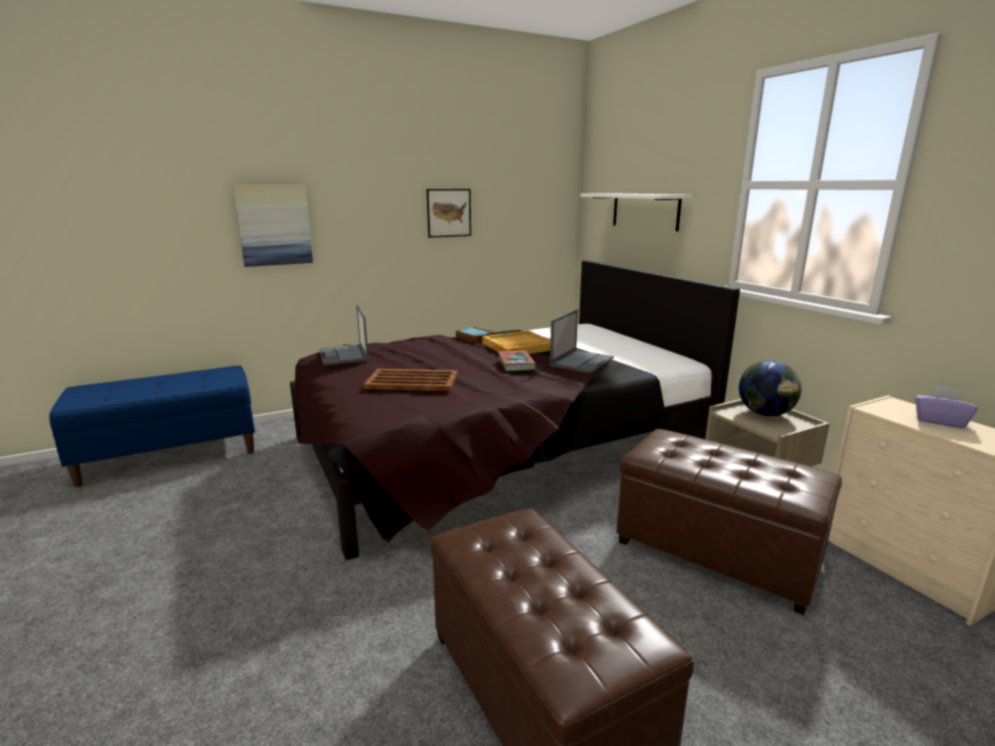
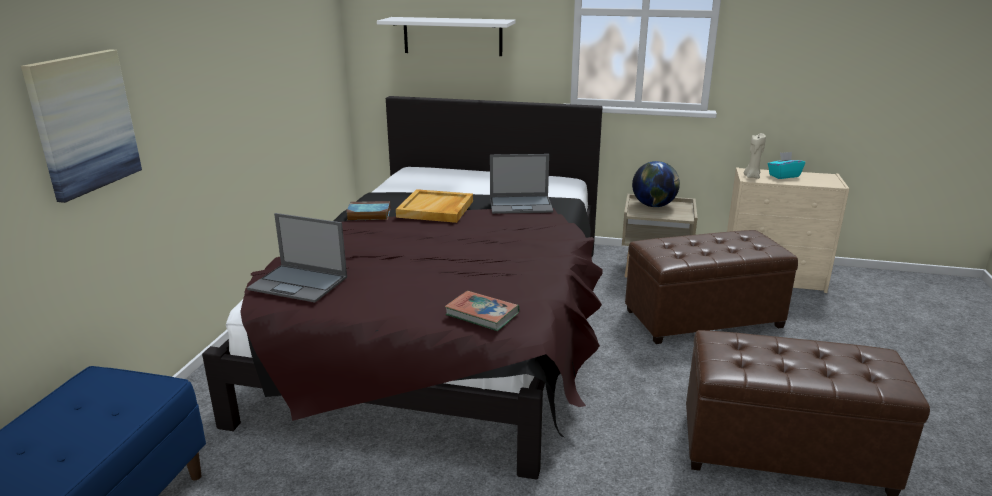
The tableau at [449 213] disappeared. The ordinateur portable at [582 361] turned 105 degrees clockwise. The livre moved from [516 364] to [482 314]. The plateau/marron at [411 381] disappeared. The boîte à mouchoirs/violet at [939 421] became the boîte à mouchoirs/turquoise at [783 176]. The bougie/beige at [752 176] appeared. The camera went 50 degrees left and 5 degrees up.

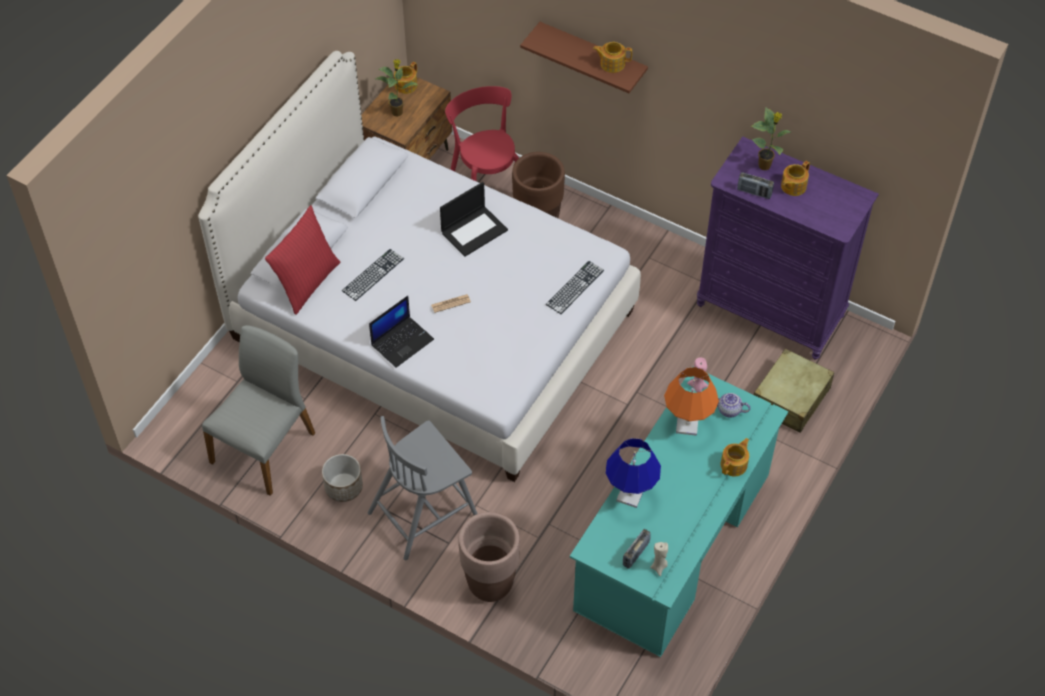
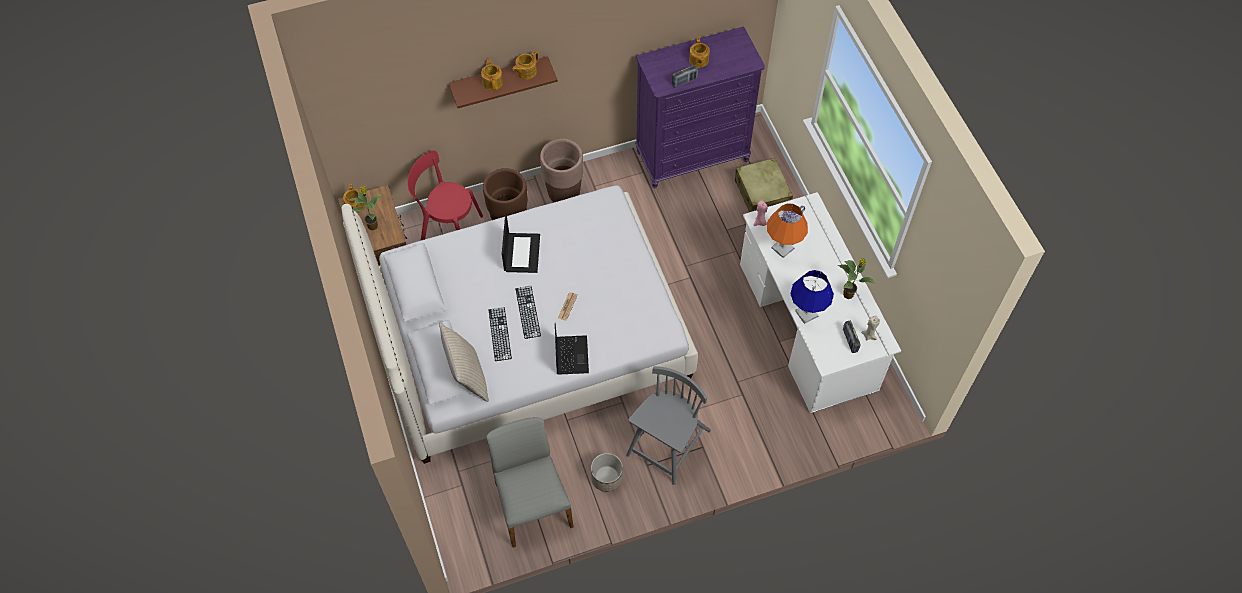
The plante en pot moved from [765 166] to [849 294]. The coussin/rouge at [307 282] became the coussin/beige at [467 377]. The clavier moved from [575 287] to [528 312]. The bureau/turquoise at [673 542] became the bureau/blanc at [807 326]. The chaise/gris at [424 512] turned 150 degrees counterclockwise. The théière moved from [734 464] to [492 82]. The cache-pot/marron moved from [490 584] to [564 195]. The camera went 50 degrees left and 5 degrees up.

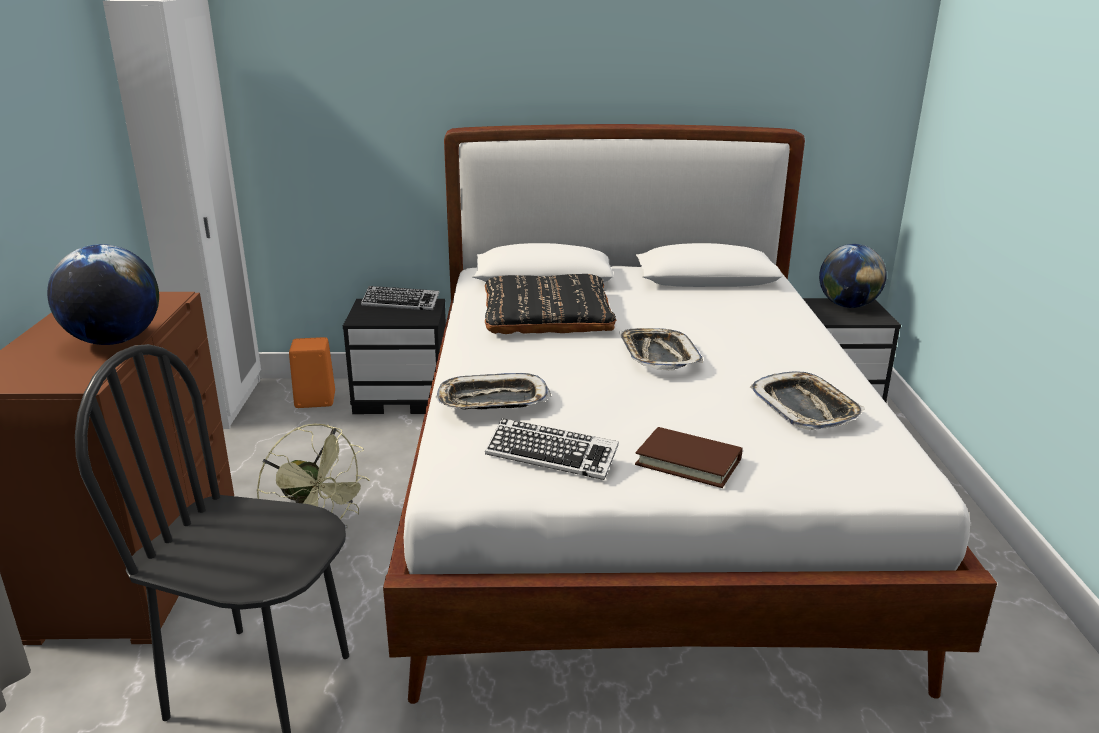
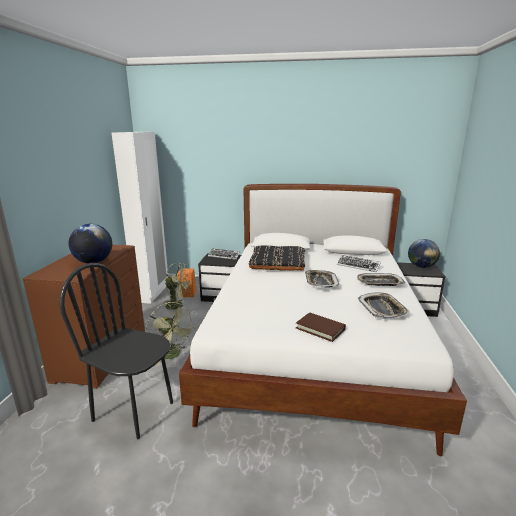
The plateau moved from [492 401] to [379 283]. The clavier moved from [551 456] to [358 266]. The ventilateur/vert at [178 306] appeared. The camera went 10 degrees right and 5 degrees down.

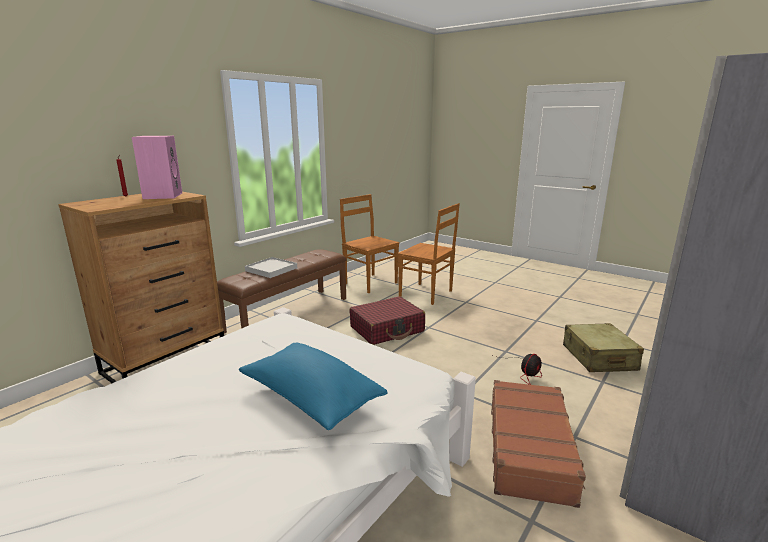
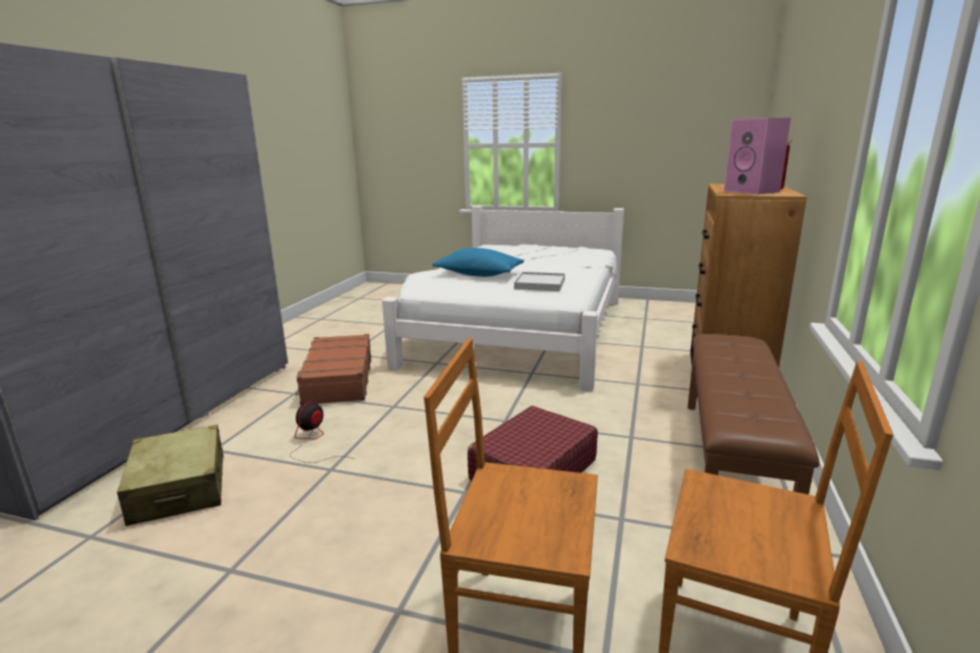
The plateau/blanc moved from [271 269] to [540 284]. The camera went 160 degrees right and 0 degrees up.

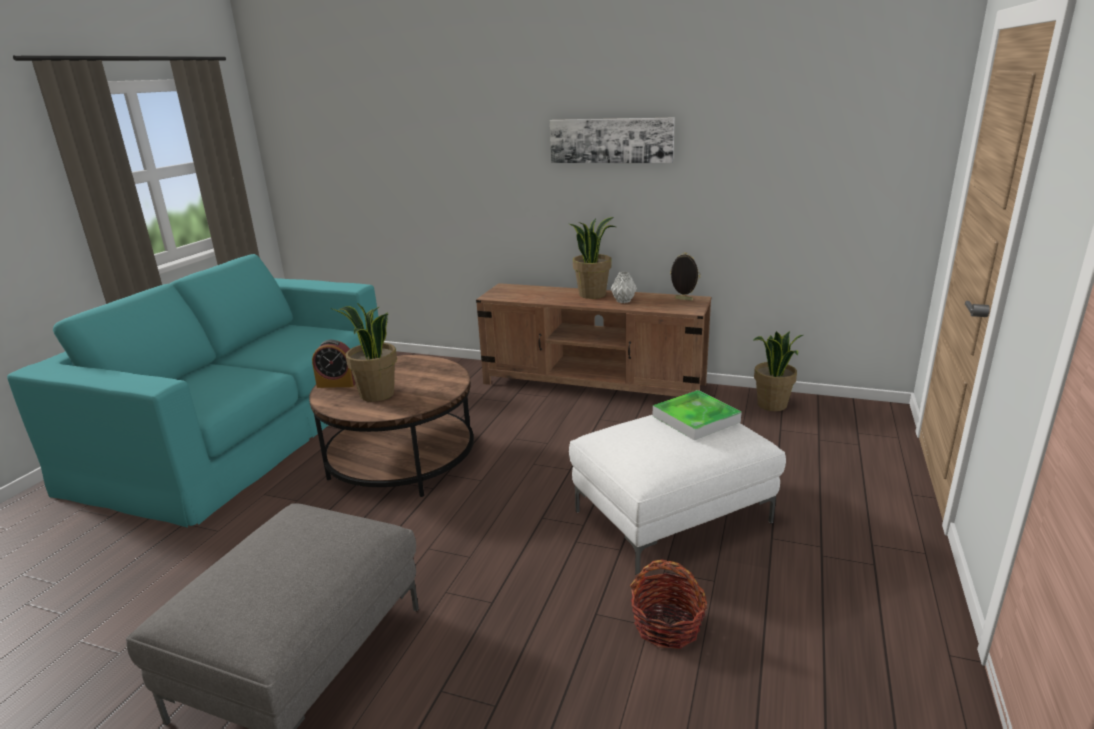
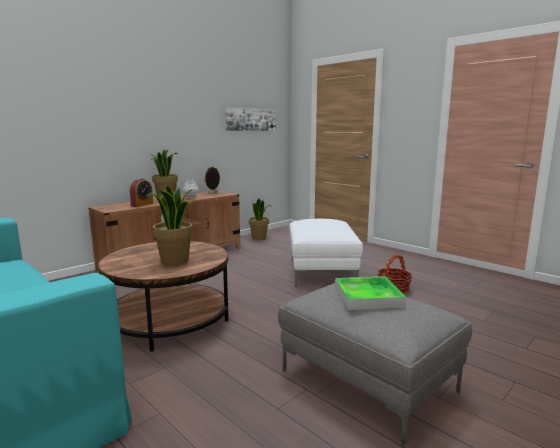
The tableau moved from [611 140] to [250 119]. The réveil moved from [337 383] to [142 205]. The plateau moved from [695 419] to [368 297]. The camera went 65 degrees left and 10 degrees down.

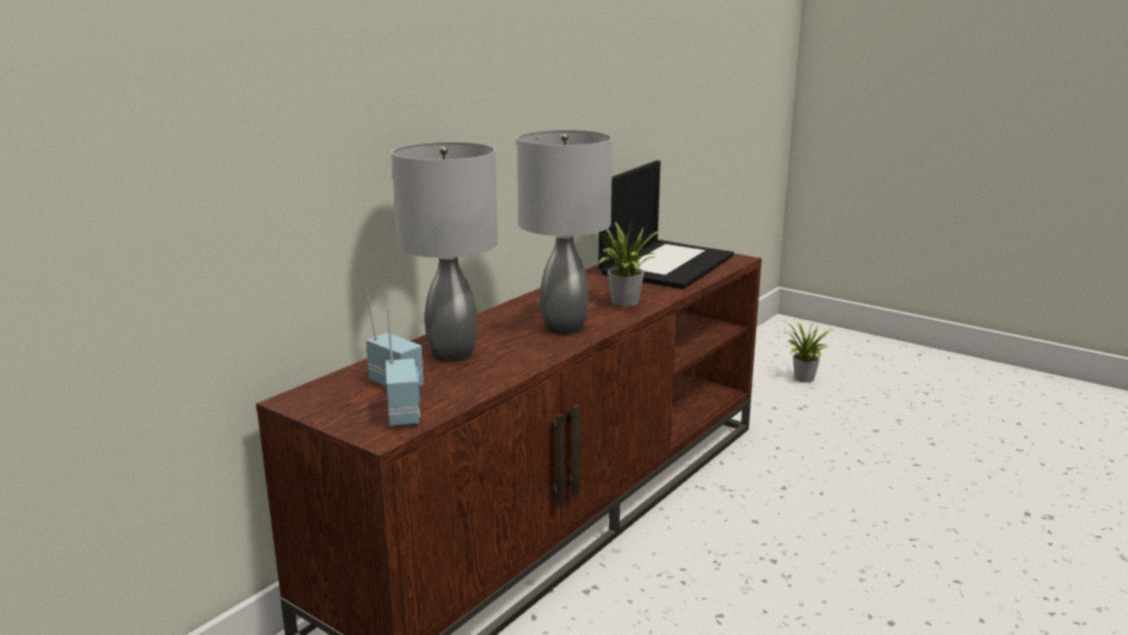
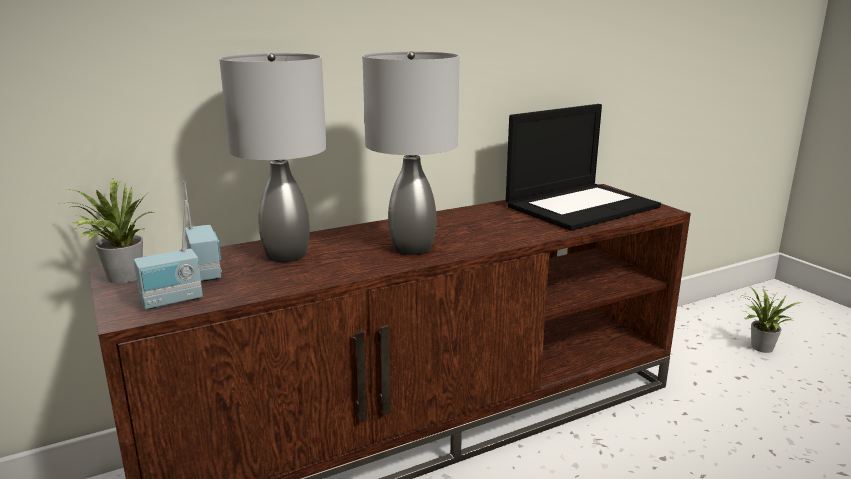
The plante en pot moved from [622 303] to [120 278]. The radio at [406 414] turned 45 degrees clockwise. The camera went 25 degrees right and 0 degrees up.

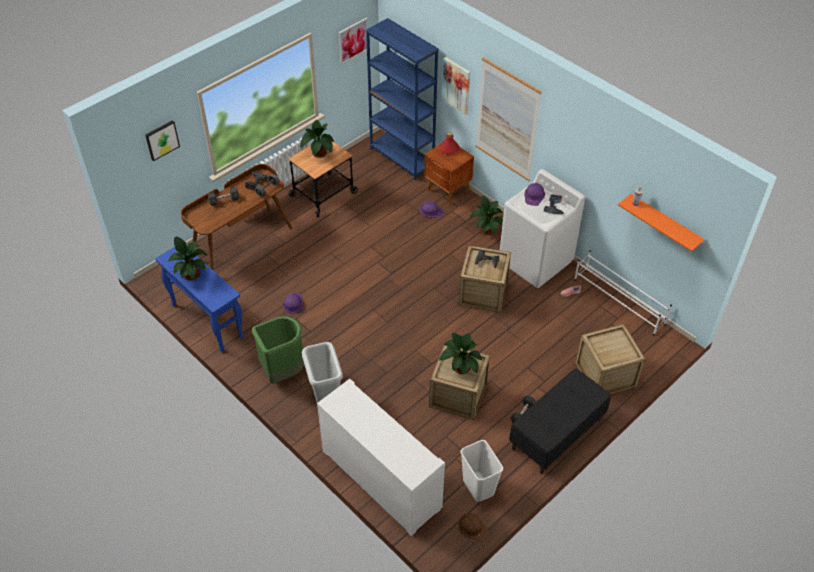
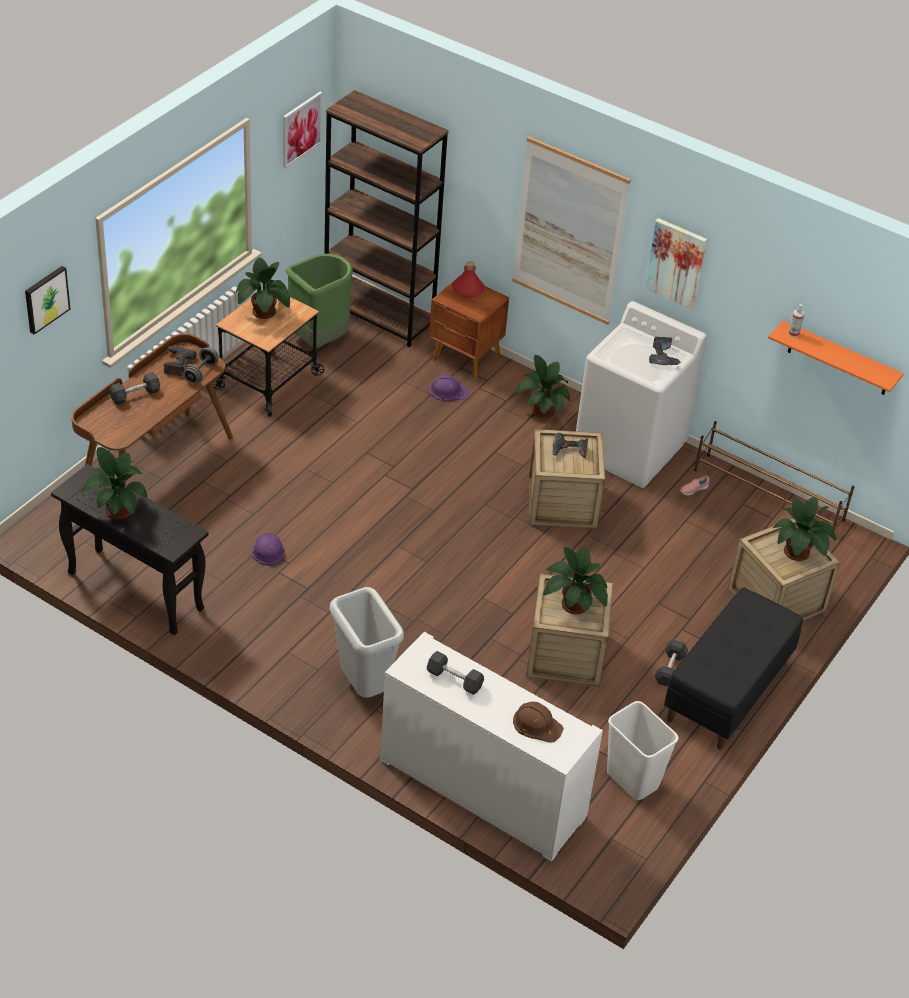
The bibliothèque/bleu at [402 158] became the bibliothèque/marron at [379 315]. The tableau moved from [456 85] to [676 263]. The casque de chantier/violet at [534 196] disappeared. The table console/bleu at [207 320] became the table console/noir at [134 591]. The étagère à chaussures/blanc at [619 302] became the étagère à chaussures/marron at [769 495]. The poubelle/vert moved from [282 372] to [319 340]. The casque de chantier/marron moved from [472 527] to [537 724]. The plante en pot at [798 553] appeared. The haltère/gris at [454 679] appeared. The camera went 15 degrees left and 5 degrees down.

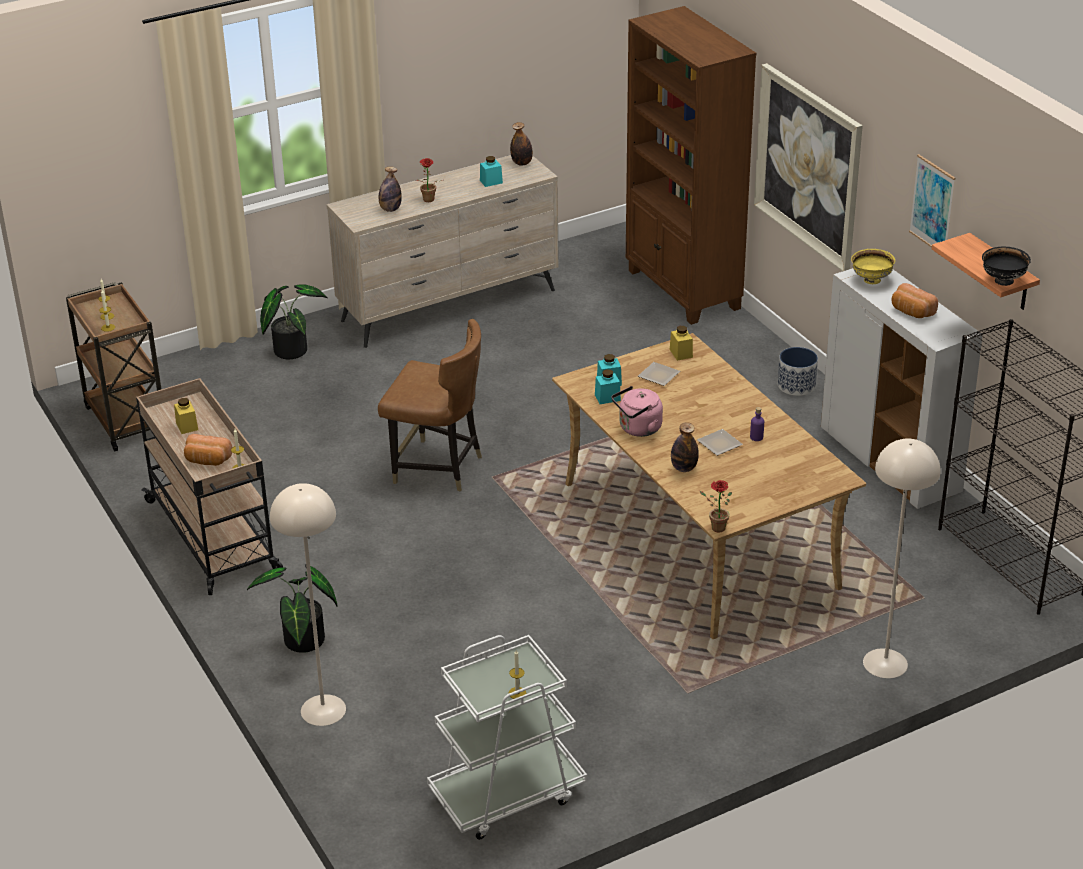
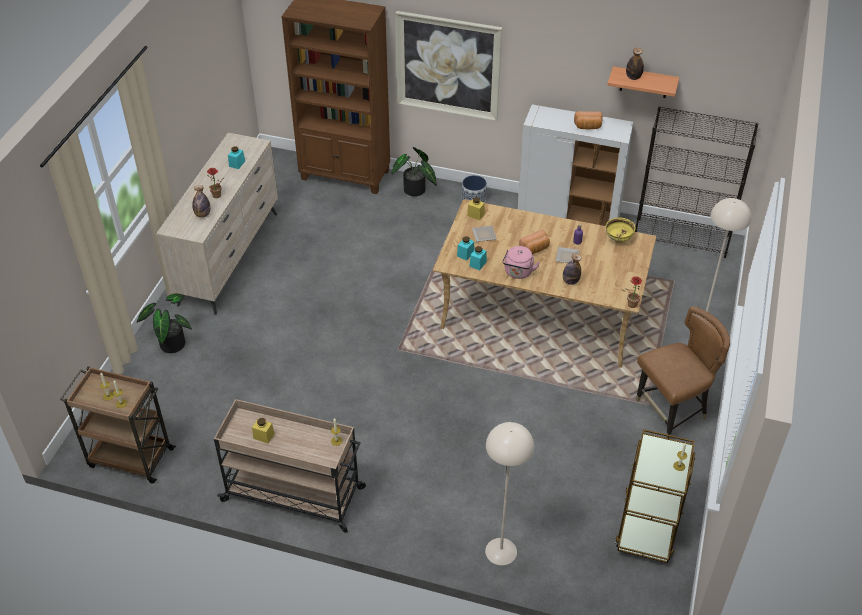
The bouteille moved from [522 163] to [633 77]. The tableau at [932 205] disappeared. The bol/noir at [1003 281] disappeared. The bol/jaune moved from [871 280] to [618 239]. The chaise/marron moved from [438 468] to [671 412]. The pain moved from [207 460] to [535 249]. The plante en pot moved from [301 643] to [415 191]. The chariot/blanc at [506 794] became the chariot/marron at [648 524]. The camera went 45 degrees left and 10 degrees up.

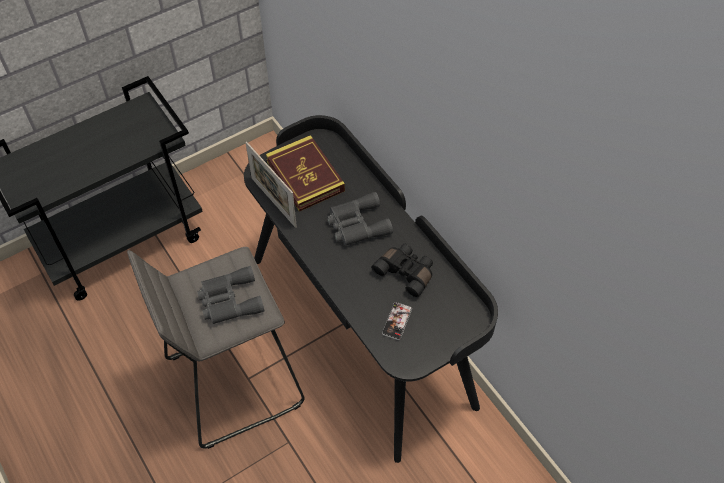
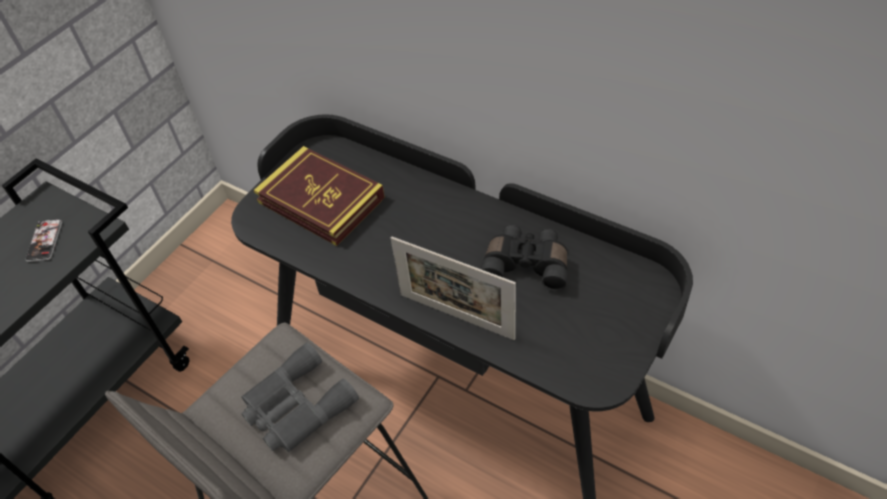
The cadre photo moved from [273 202] to [456 316]. The jumelles/gris at [356 224] disappeared. The téléphone moved from [397 321] to [44 241]. The camera went 20 degrees left and 5 degrees down.

